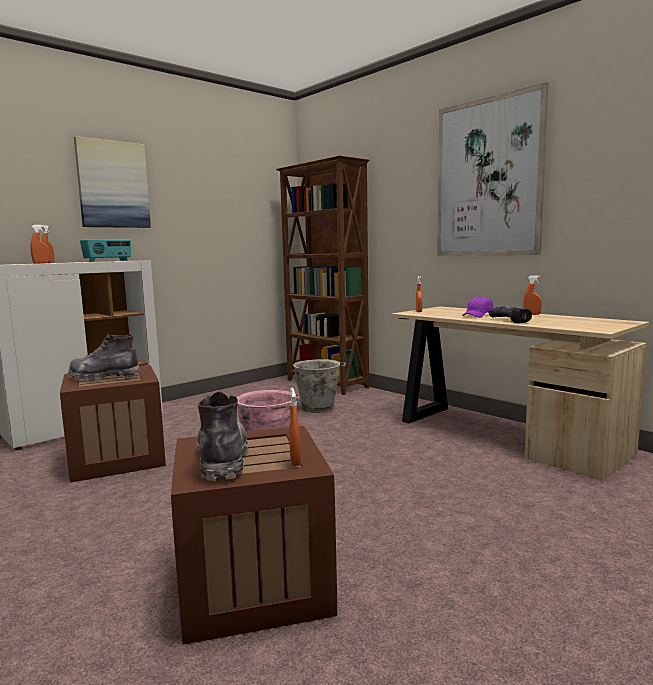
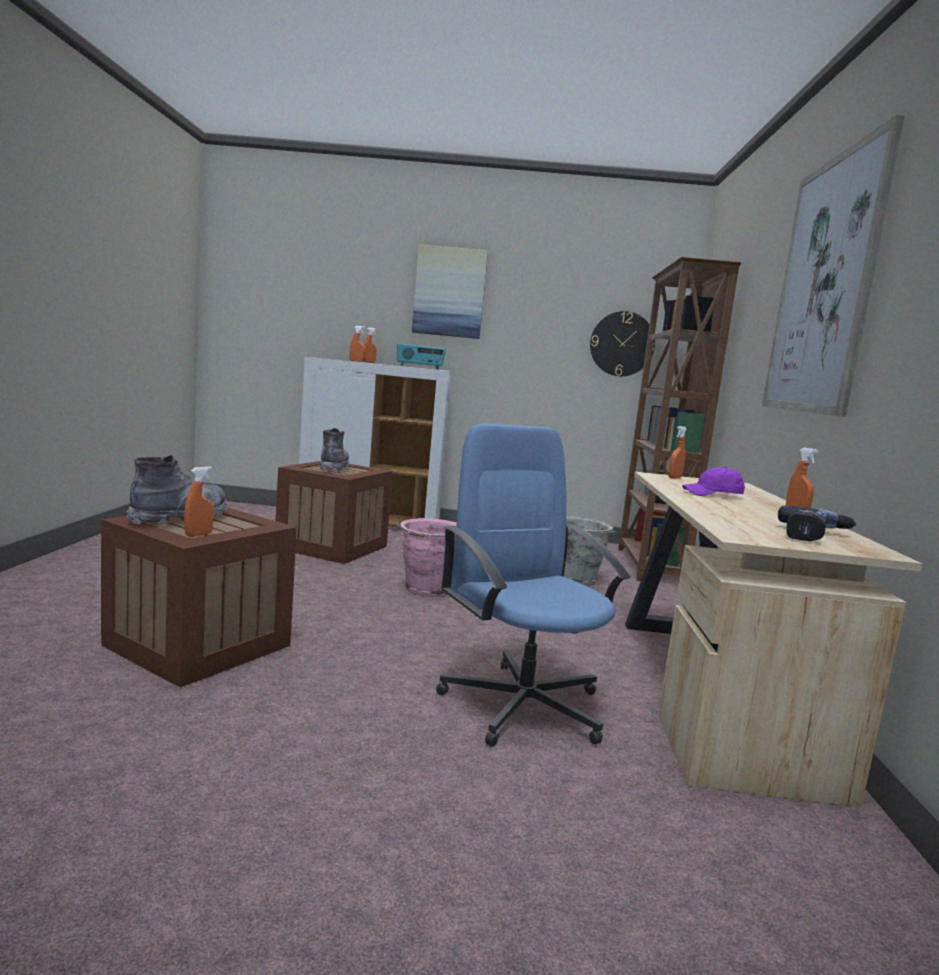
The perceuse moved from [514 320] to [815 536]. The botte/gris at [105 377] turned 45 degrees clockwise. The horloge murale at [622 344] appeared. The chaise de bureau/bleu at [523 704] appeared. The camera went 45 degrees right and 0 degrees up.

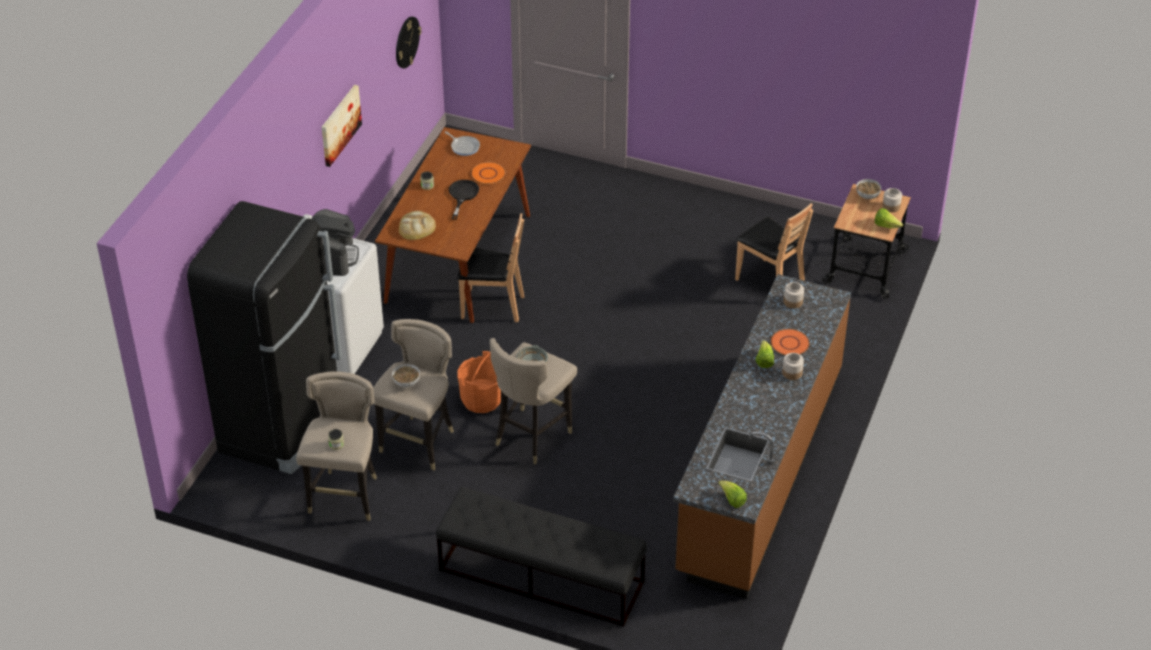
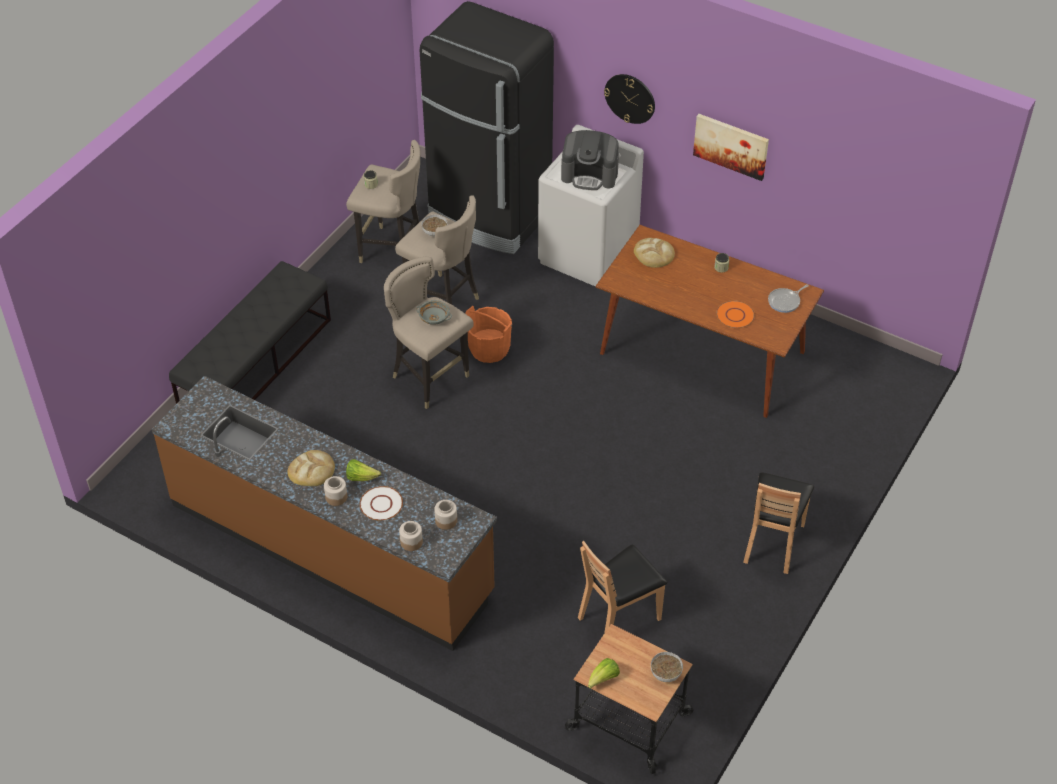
The horloge murale moved from [406 42] to [630 98]. The poêle/noir at [462 195] disappeared. The bocal moved from [891 206] to [411 542]. The chaise/marron moved from [492 306] to [772 542]. The assiette/orange at [790 343] became the assiette/blanc at [381 504]. The laitue at [732 500] disappeared. The pain at [312 470] appeared. The camera went 100 degrees right and 5 degrees up.

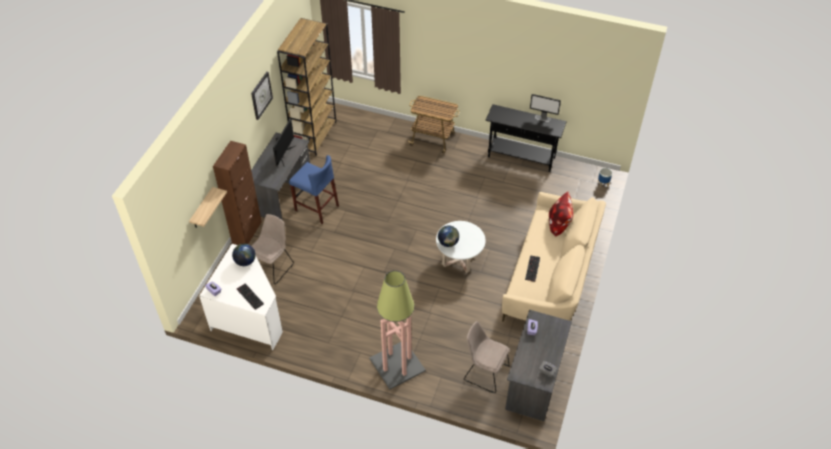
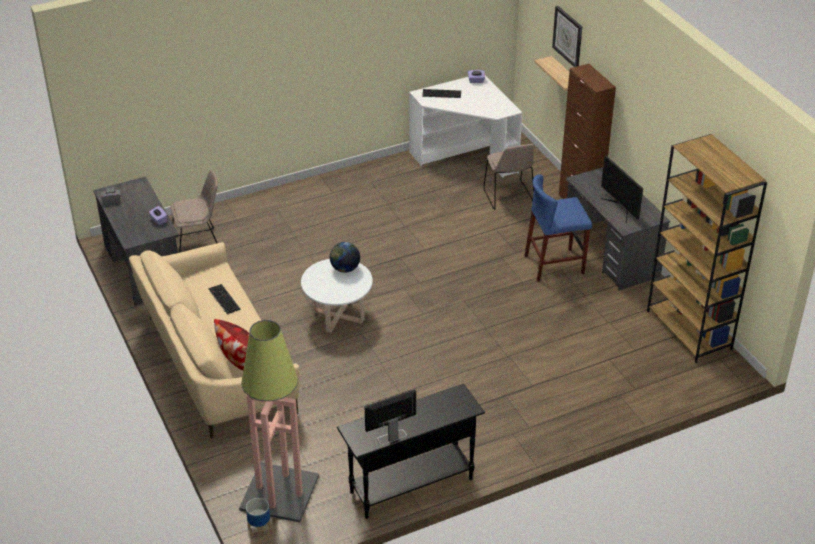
The horloge murale moved from [261 95] to [568 36]. The chariot at [433 139] disappeared. The globe at [245 261] disappeared. The lampadaire moved from [397 364] to [280 493]. The camera went 135 degrees right and 10 degrees down.

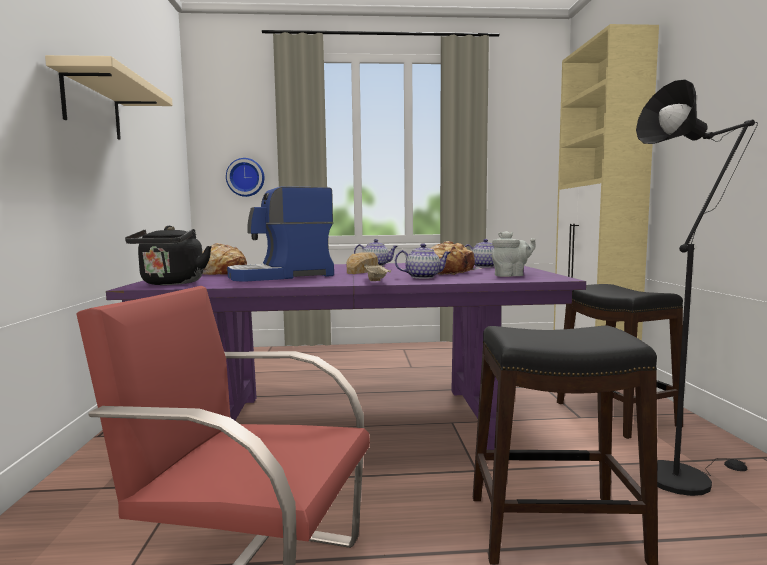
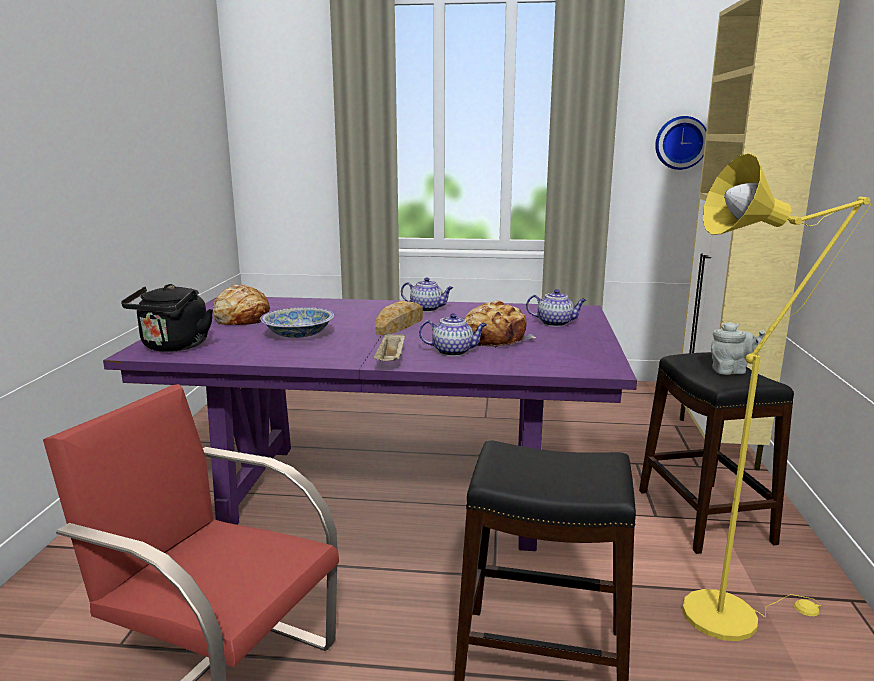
The étagère/beige at [91 105] disappeared. The lampadaire/noir at [683 475] became the lampadaire/jaune at [731 613]. The horloge murale moved from [245 177] to [680 143]. The machine à café at [282 276] was replaced by the bol at [298 335]. The théière/gris moved from [511 276] to [731 371]. The camera went 10 degrees right and 10 degrees up.

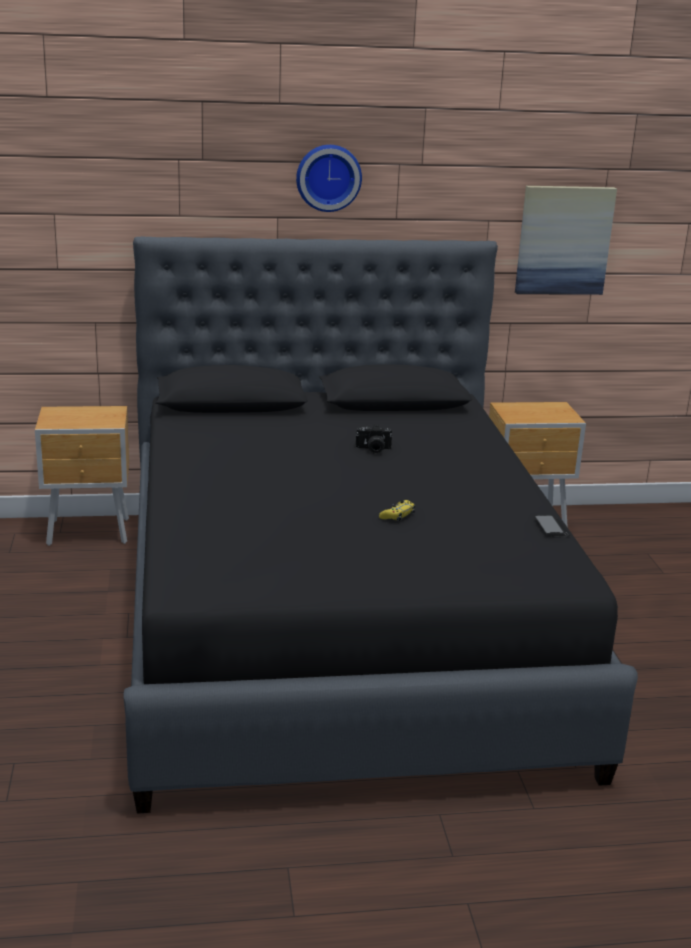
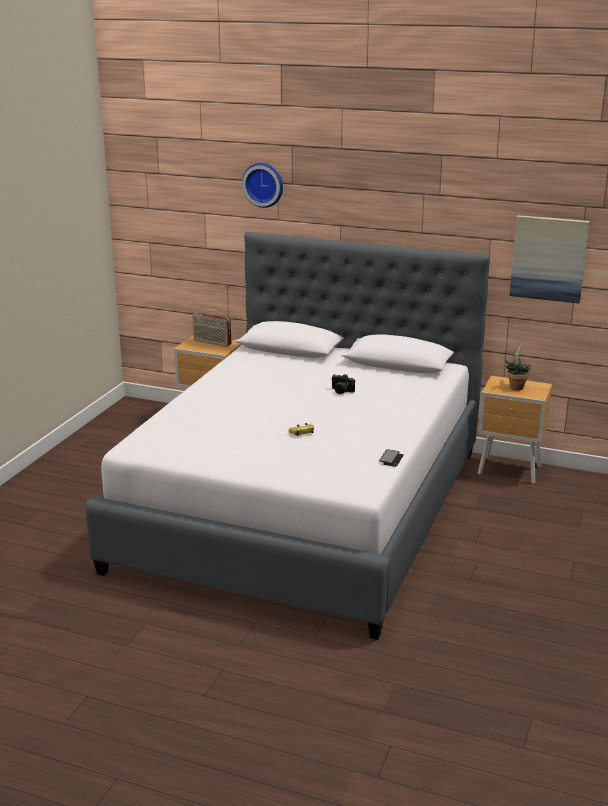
The horloge murale moved from [328 177] to [264 184]. The lit/noir at [339 627] became the lit/blanc at [304 508]. The radio at [212 343] appeared. The plante en pot at [515 387] appeared. The camera went 30 degrees right and 0 degrees up.

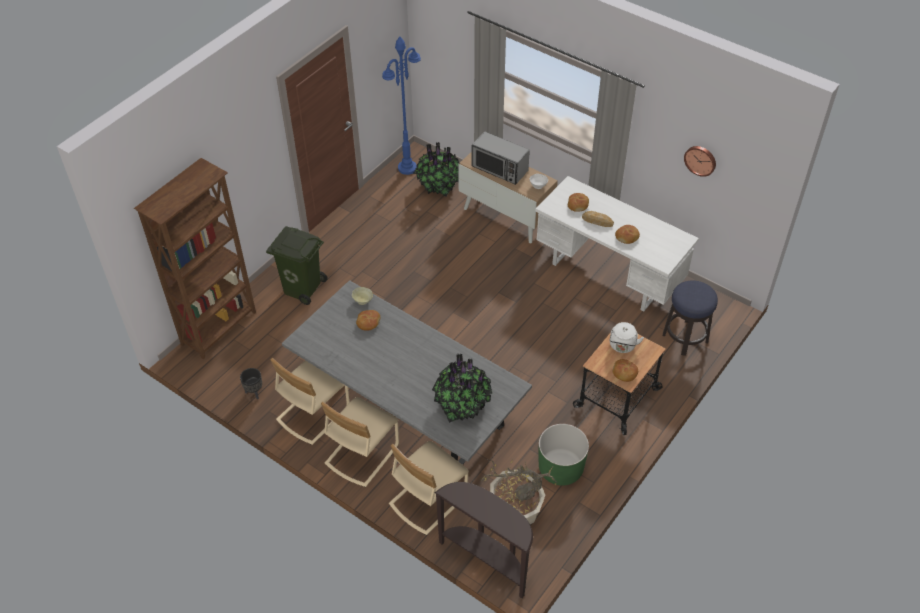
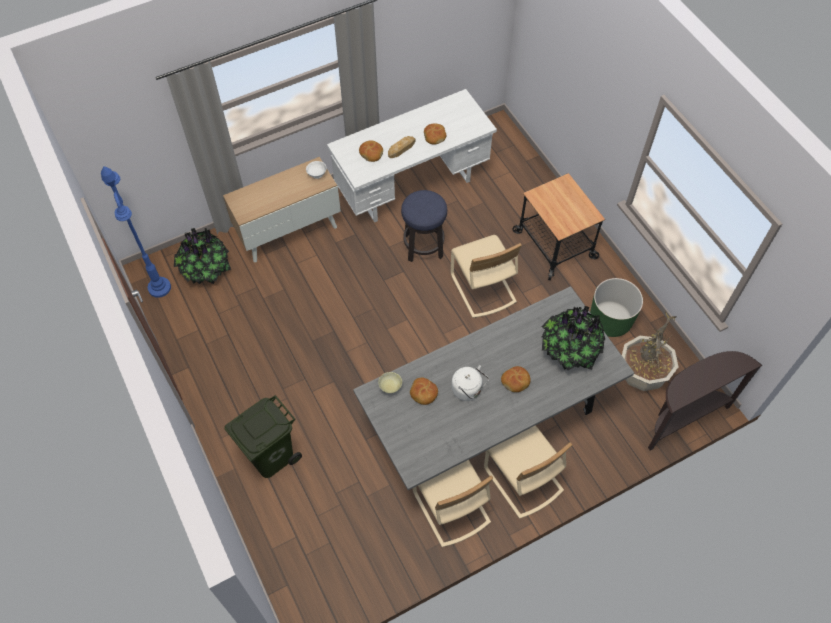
The micro-ondes at [499 169] disappeared. The horloge murale at [700 160] disappeared. The bibliothèque/marron at [220 328] disappeared. The tabouret moved from [685 338] to [423 246]. The bouilloire/blanc moved from [622 346] to [468 390]. The pain moved from [624 373] to [515 381]. The cache-pot/noir at [254 393] disappeared. The chaise/beige moved from [427 500] to [482 289]. The camera went 65 degrees left and 10 degrees up.

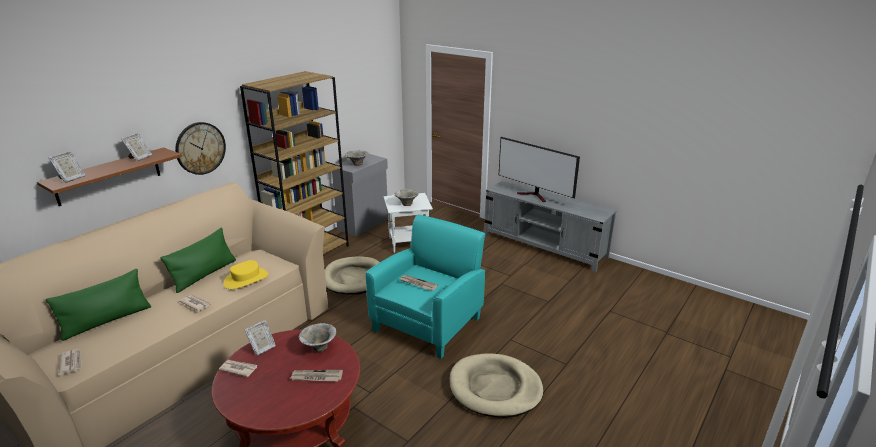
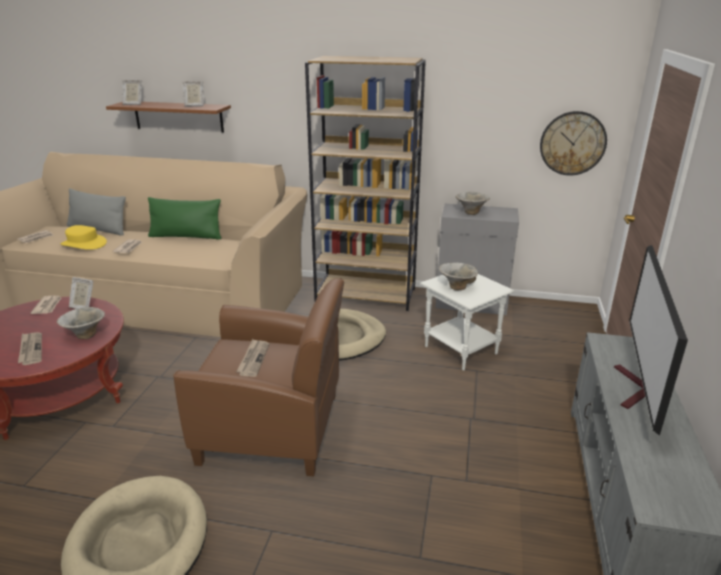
The horloge murale moved from [200 148] to [572 143]. The fauteuil/turquoise at [428 323] became the fauteuil/marron at [273 428]. The chapeau/jaune moved from [246 279] to [83 244]. The coussin/vert at [107 321] became the coussin/gris at [98 229]. The camera went 65 degrees right and 0 degrees up.

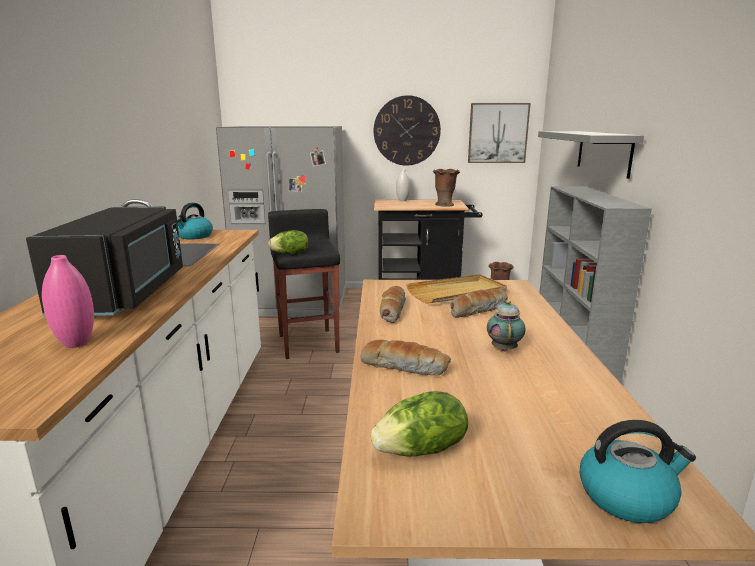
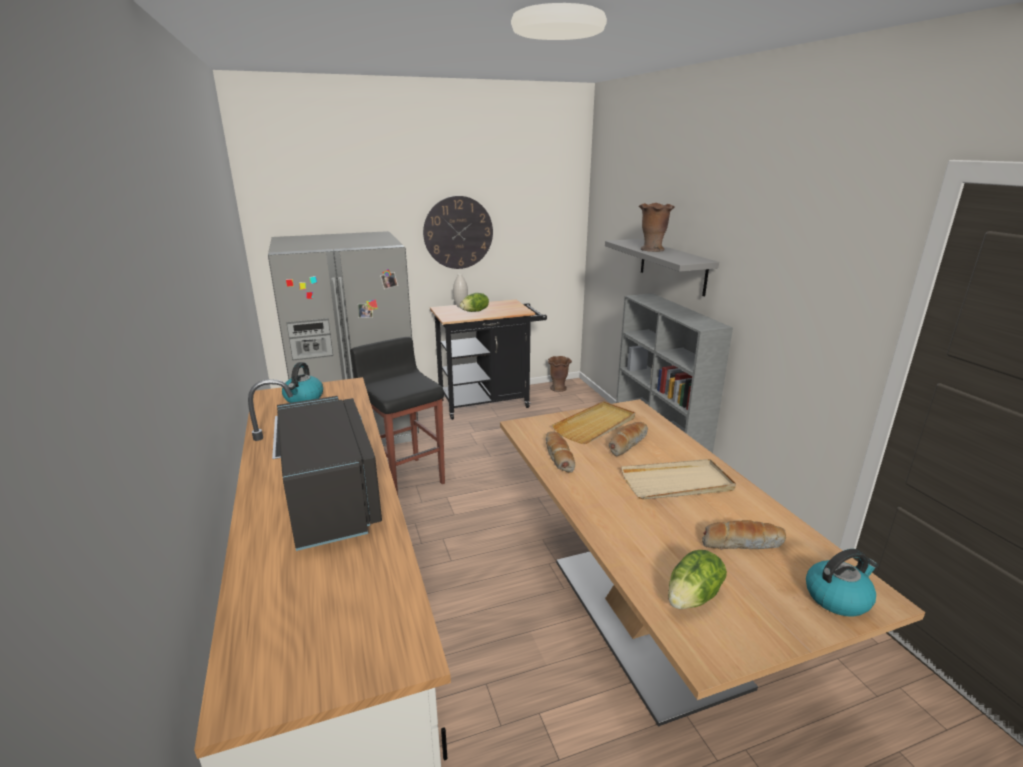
The tableau at [498 133] disappeared. The vase/marron moved from [444 205] to [652 249]. The laitue moved from [290 253] to [475 311]. The vase/rose at [76 343] disappeared. The théière at [504 348] was replaced by the plateau/beige at [677 483]. The pain moved from [404 366] to [741 543]. The camera went 20 degrees left and 5 degrees up.

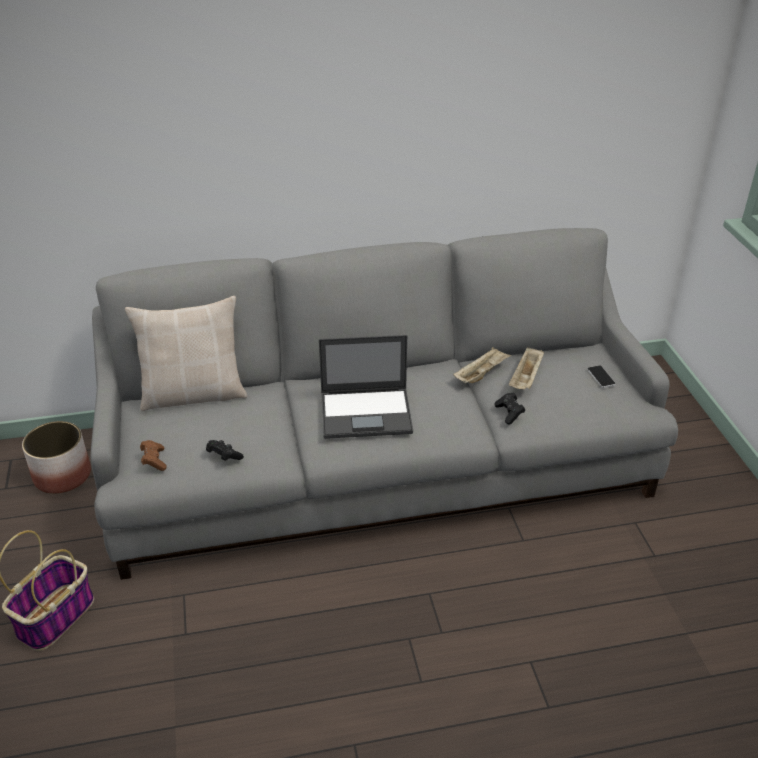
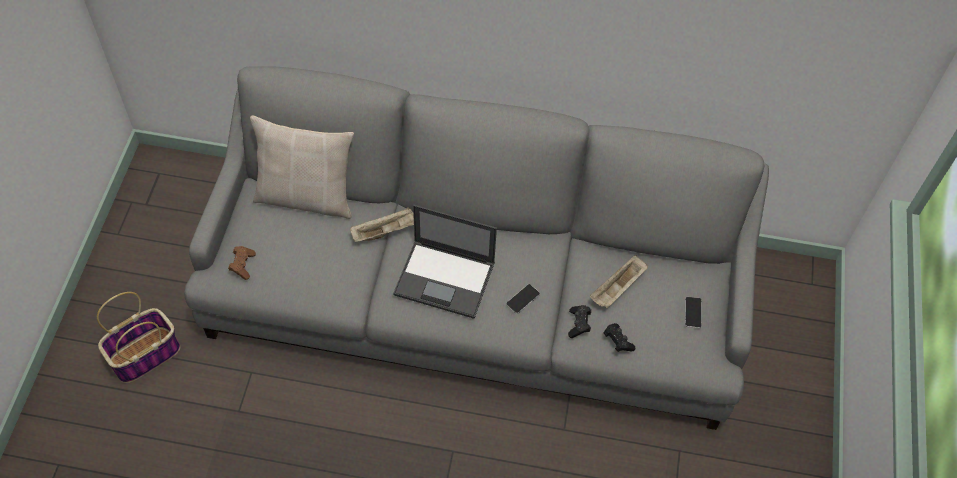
The plateau/beige moved from [481 374] to [385 231]. The cache-pot at [62 475] disappeared. The manette/noir moved from [224 456] to [617 341]. The téléphone at [522 299] appeared. The camera went 20 degrees right and 20 degrees up.

